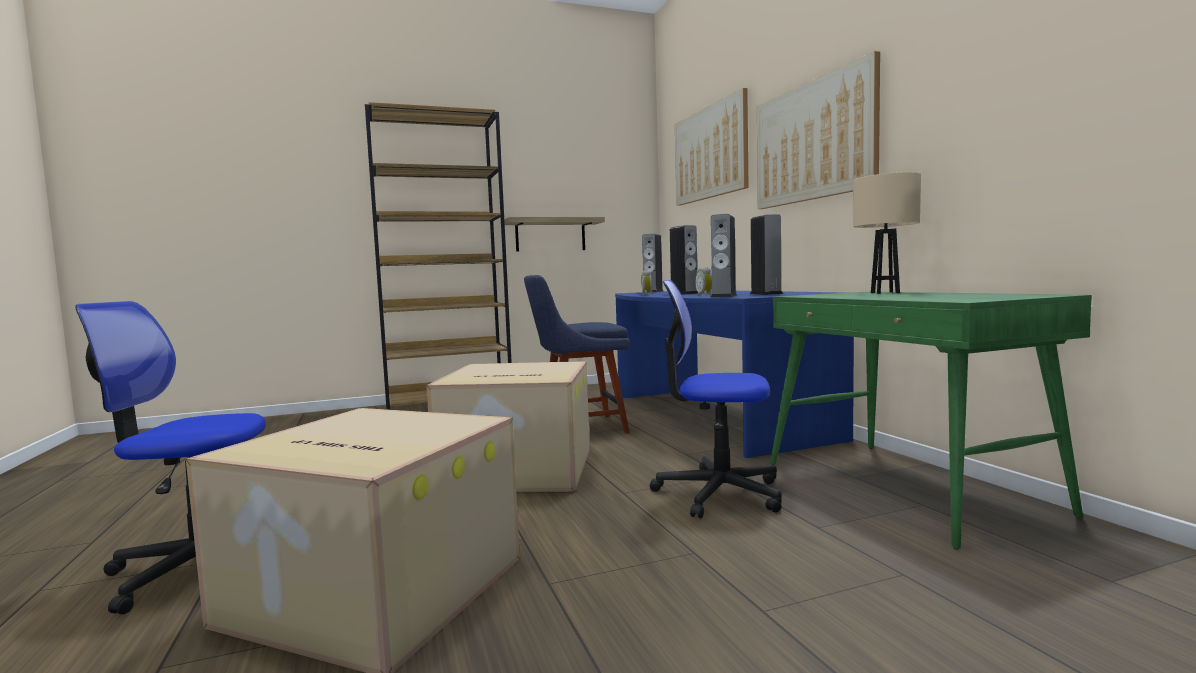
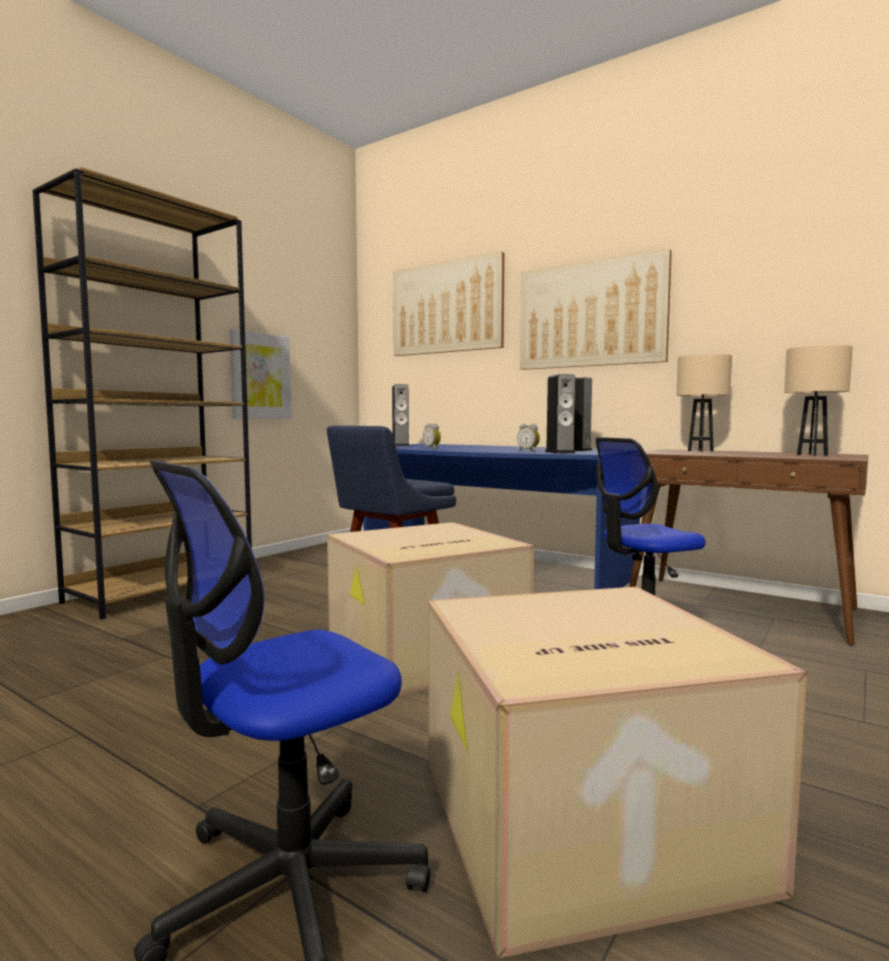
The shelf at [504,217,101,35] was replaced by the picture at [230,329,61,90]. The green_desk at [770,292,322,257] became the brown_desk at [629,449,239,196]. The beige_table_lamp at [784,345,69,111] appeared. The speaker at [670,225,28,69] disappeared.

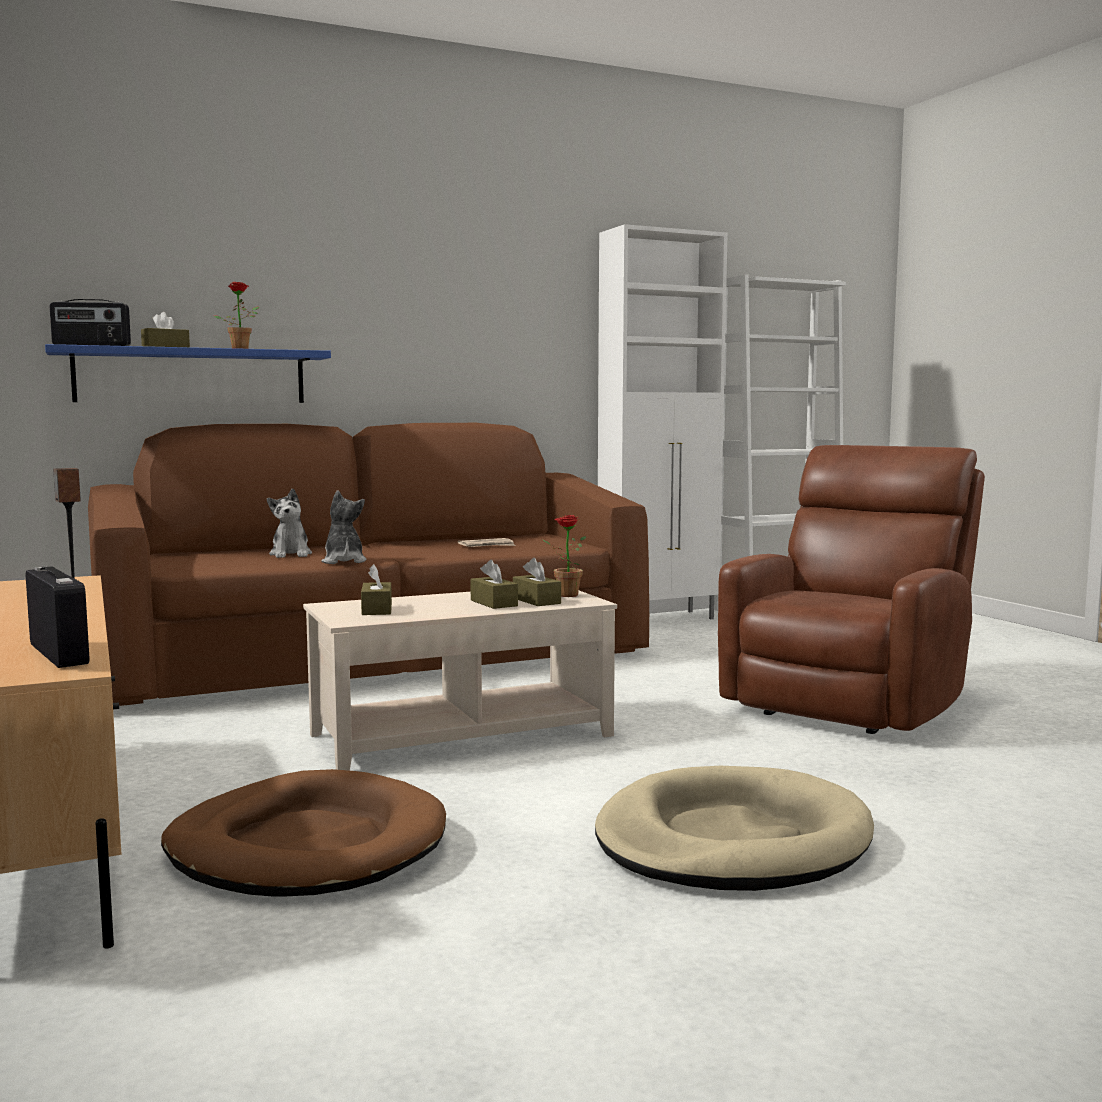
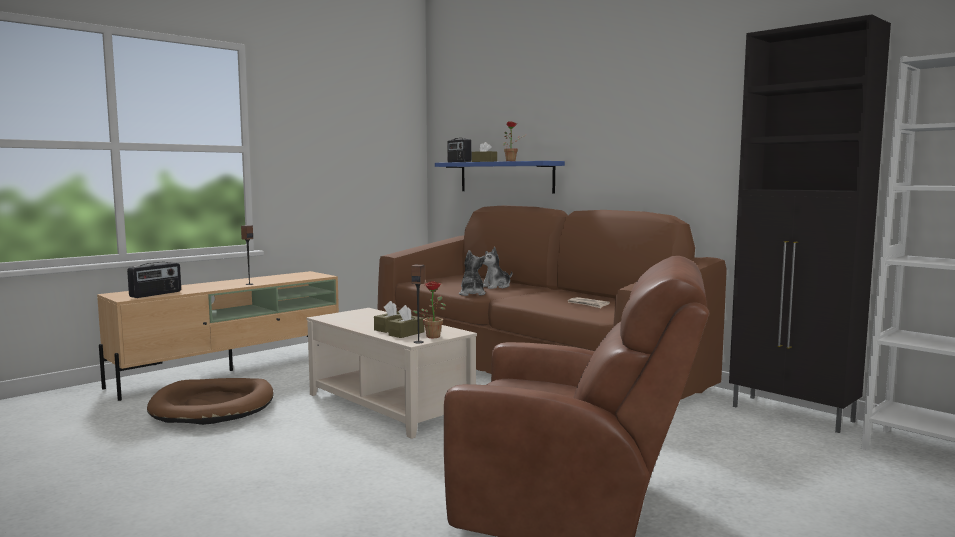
The speaker at [411,265,14,79] appeared. The plush_toy at [321,490,46,74] turned 60 degrees counterclockwise. The white_cabinet at [598,224,130,395] became the black_cabinet at [729,15,162,418]. The brown_tissue_box at [361,564,31,51] disappeared. The beige_dog_bed at [595,766,279,125] disappeared.

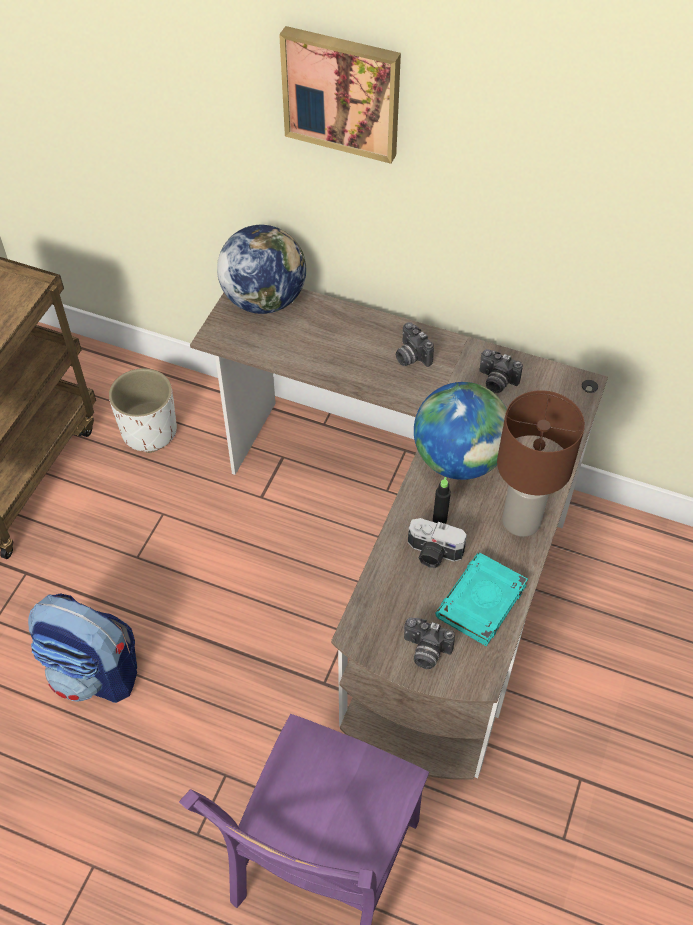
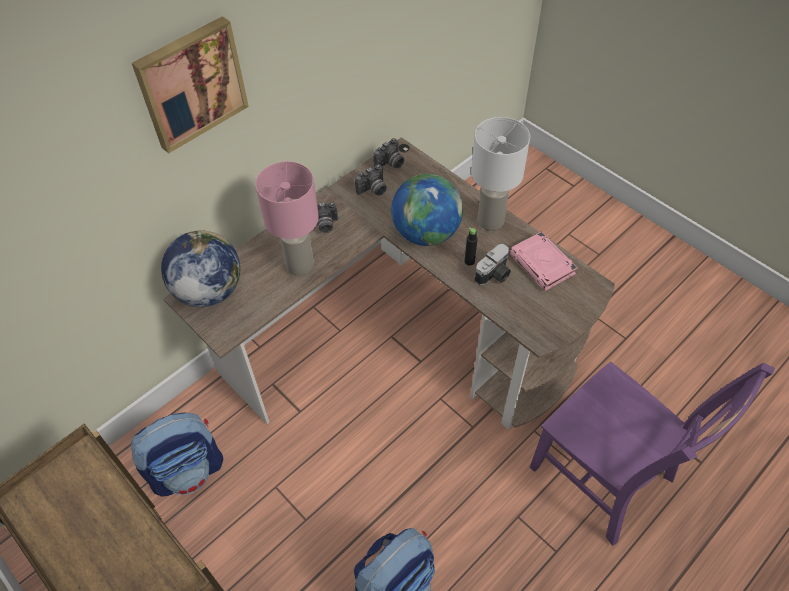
The white_planter at [109,368,68,85] was replaced by the backpack at [131,412,92,84]. The pink_table_lamp at [255,161,64,115] appeared. The photo_camera moved from [404,618,51,51] to [373,138,31,30]. The brown_table_lamp at [497,390,88,147] became the white_table_lamp at [471,117,59,114]. The turquoise_book at [435,553,93,94] became the pink_book at [509,232,69,59].

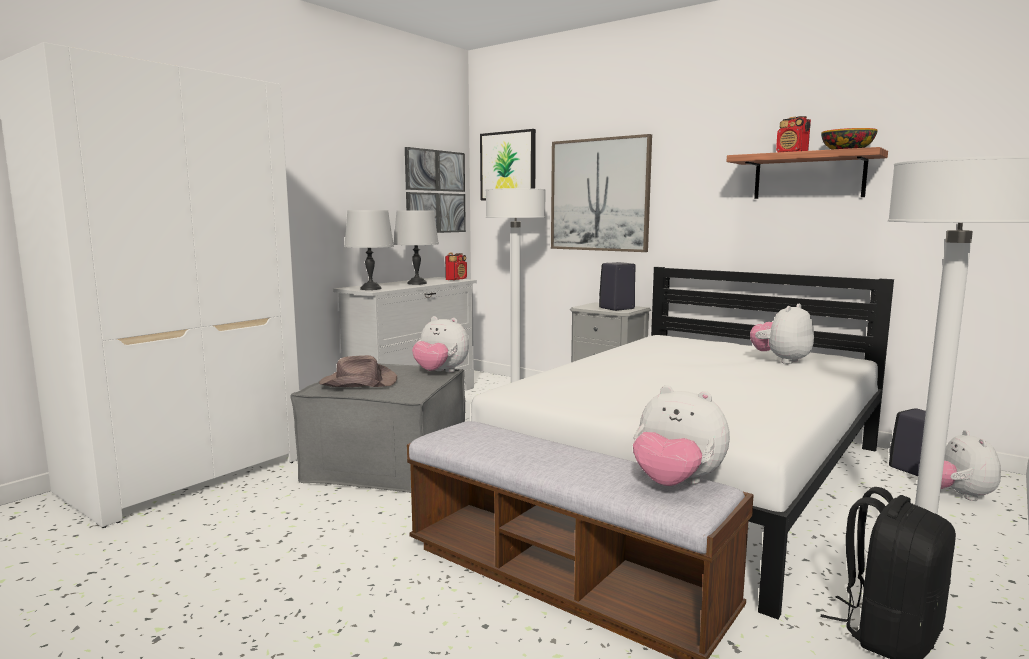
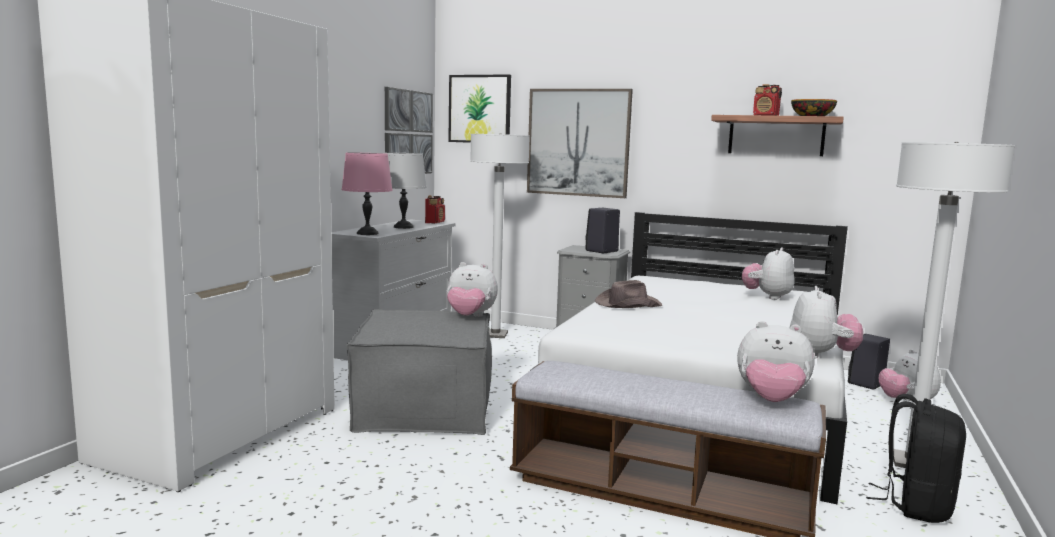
The grey_table_lamp at [344,210,50,80] became the pink_table_lamp at [342,152,51,83]. The brown_hat moved from [319,355,78,32] to [595,280,67,28]. The plush_toy at [790,286,73,73] appeared.

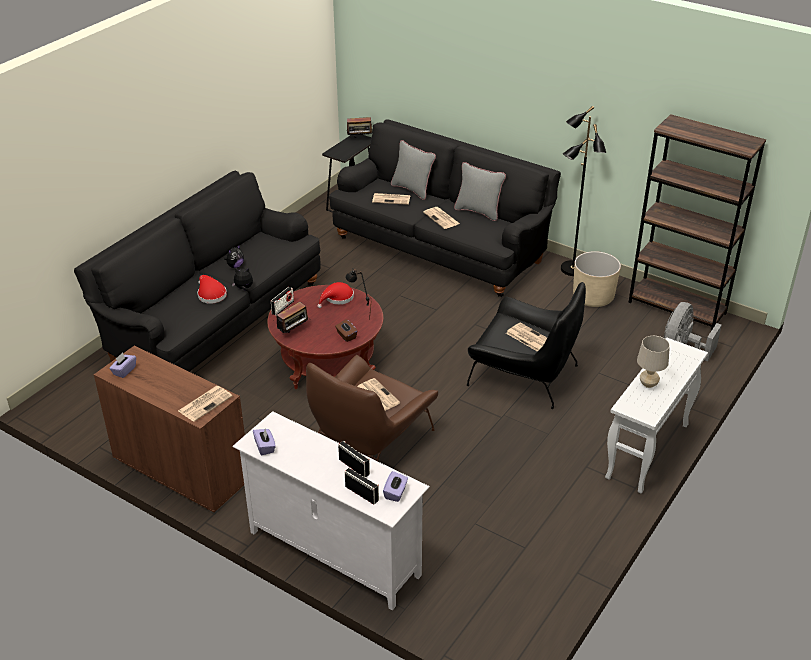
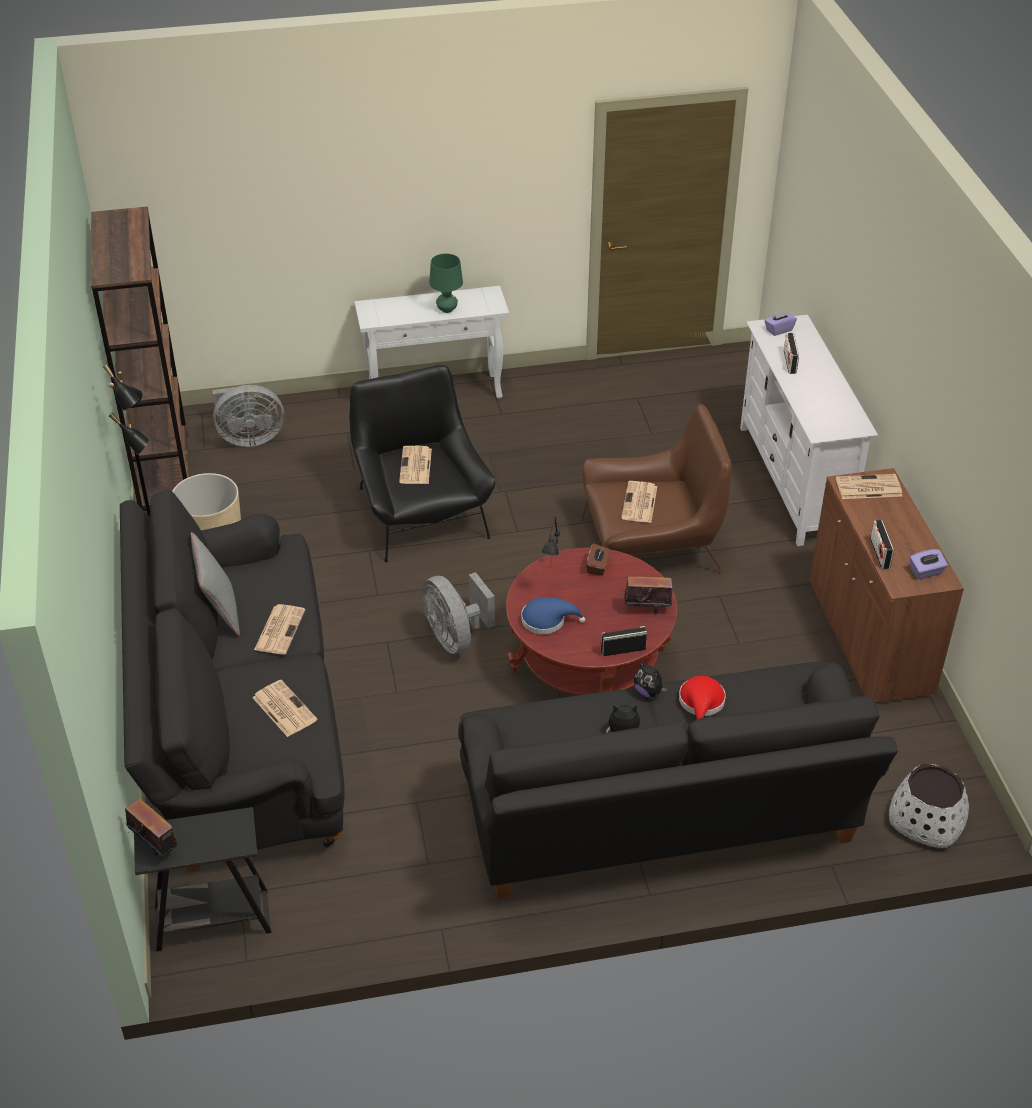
The grey_fan at [423,572,72,82] appeared. The beige_table_lamp at [637,336,33,52] became the green_table_lamp at [429,254,34,59]. The red_hat at [317,282,37,26] became the blue_hat at [521,597,65,37]. The radio moved from [345,467,34,37] to [870,520,24,49]. The white_planter at [889,763,80,85] appeared. The purple_tissue_box at [253,429,23,26] disappeared. The grey_pillow at [391,140,45,60] disappeared.

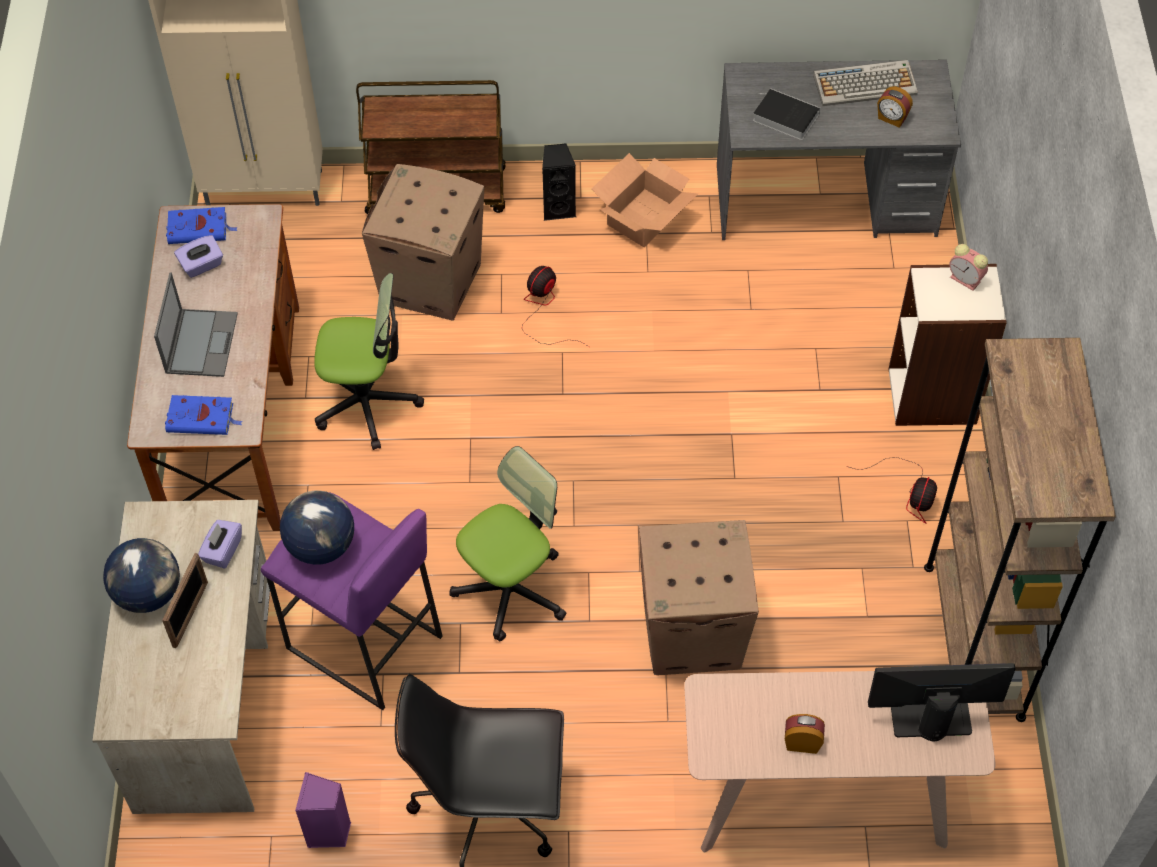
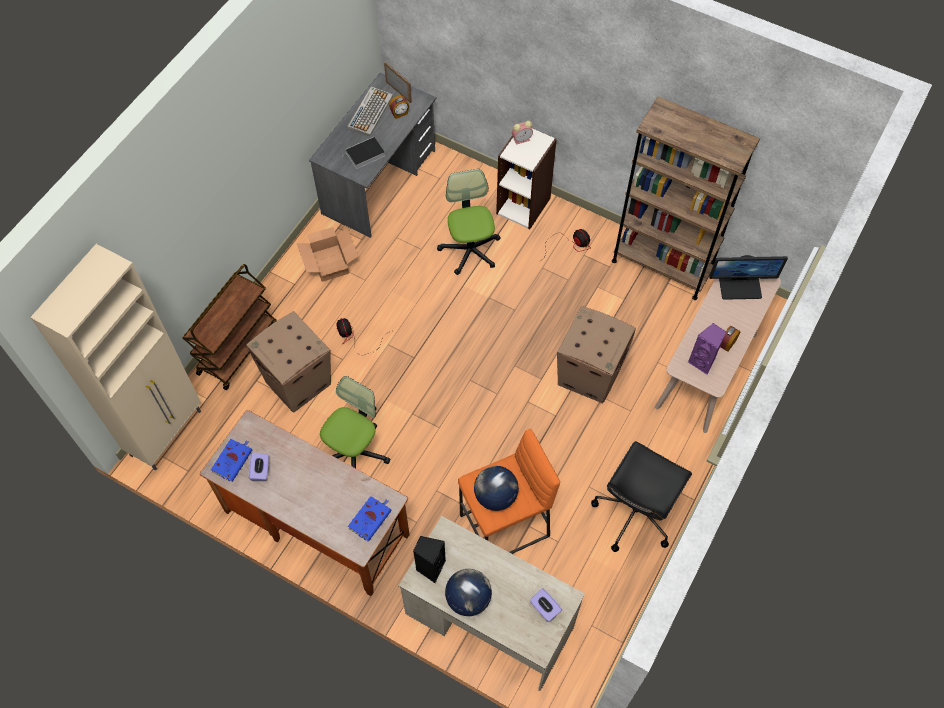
The picture_frame moved from [162,553,46,95] to [384,62,28,41]. The black_speaker moved from [542,143,34,78] to [413,536,33,47]. The office_chair moved from [449,446,118,196] to [437,169,64,106]. The purple_stool at [261,492,182,218] became the orange_stool at [458,429,102,125]. The purple_tissue_box moved from [198,520,44,48] to [530,588,32,34]. The purple_speaker moved from [295,772,56,76] to [688,323,38,52]. The monitor at [868,663,148,78] turned 120 degrees counterclockwise. The laptop at [154,273,84,104] disappeared.

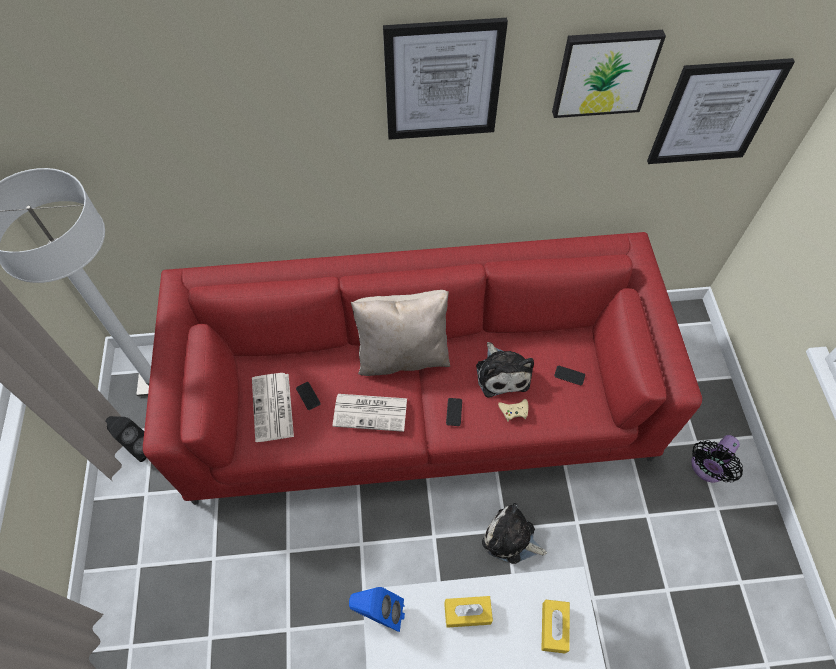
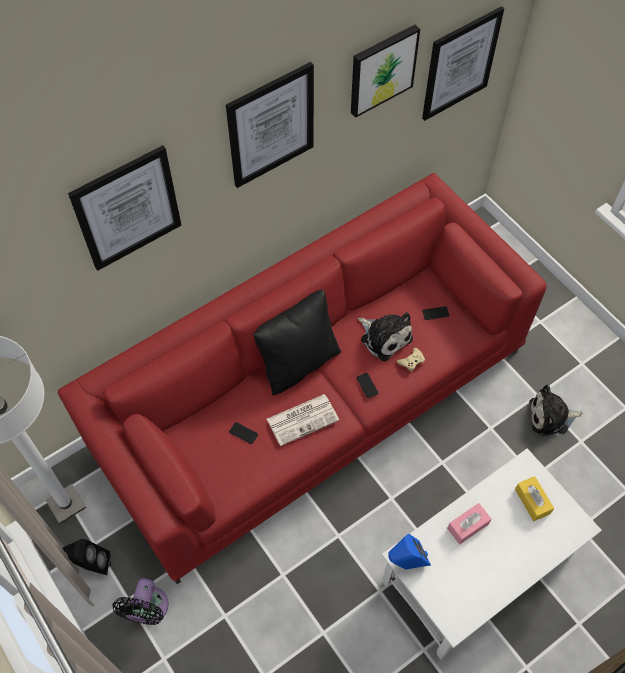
The picture at [68,145,113,126] appeared. The black_fan moved from [692,435,51,47] to [112,578,57,47]. The beige_pillow at [351,290,99,86] became the black_pillow at [253,289,88,106]. The yellow_tissue_box at [444,596,49,32] became the pink_tissue_box at [447,503,44,41]. The plush_toy moved from [482,503,65,61] to [529,385,53,51]. The newspaper at [252,373,42,69] disappeared.

